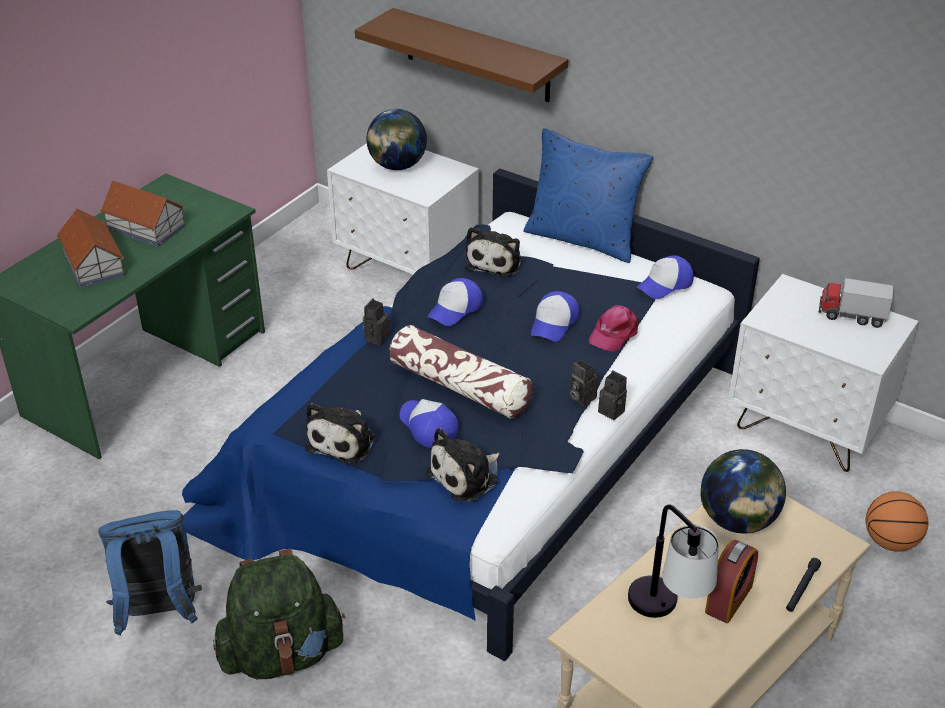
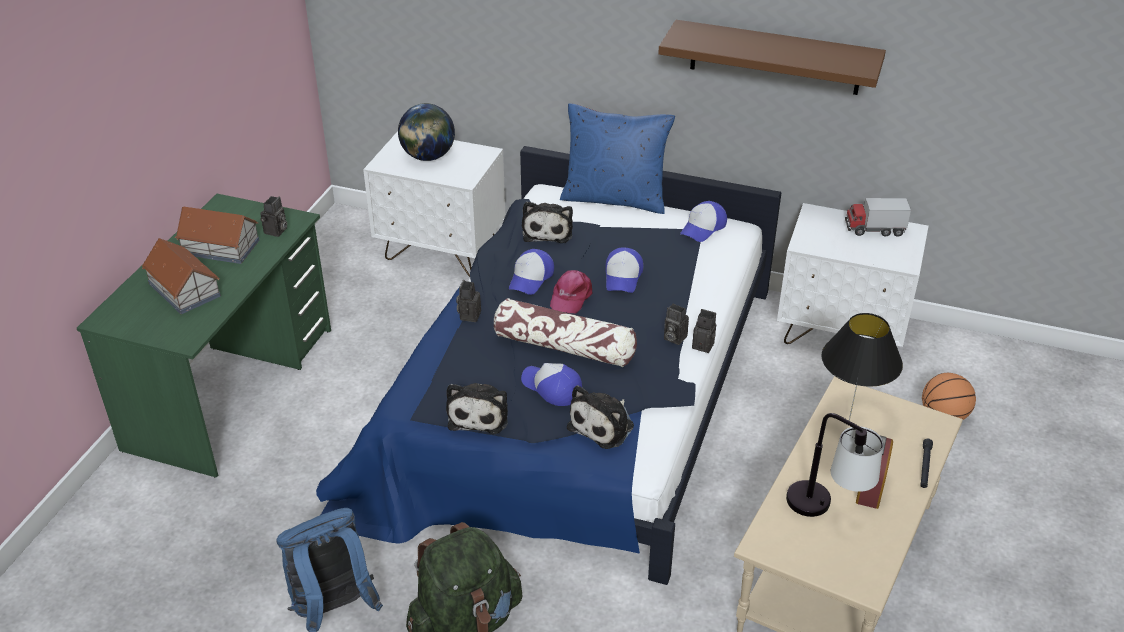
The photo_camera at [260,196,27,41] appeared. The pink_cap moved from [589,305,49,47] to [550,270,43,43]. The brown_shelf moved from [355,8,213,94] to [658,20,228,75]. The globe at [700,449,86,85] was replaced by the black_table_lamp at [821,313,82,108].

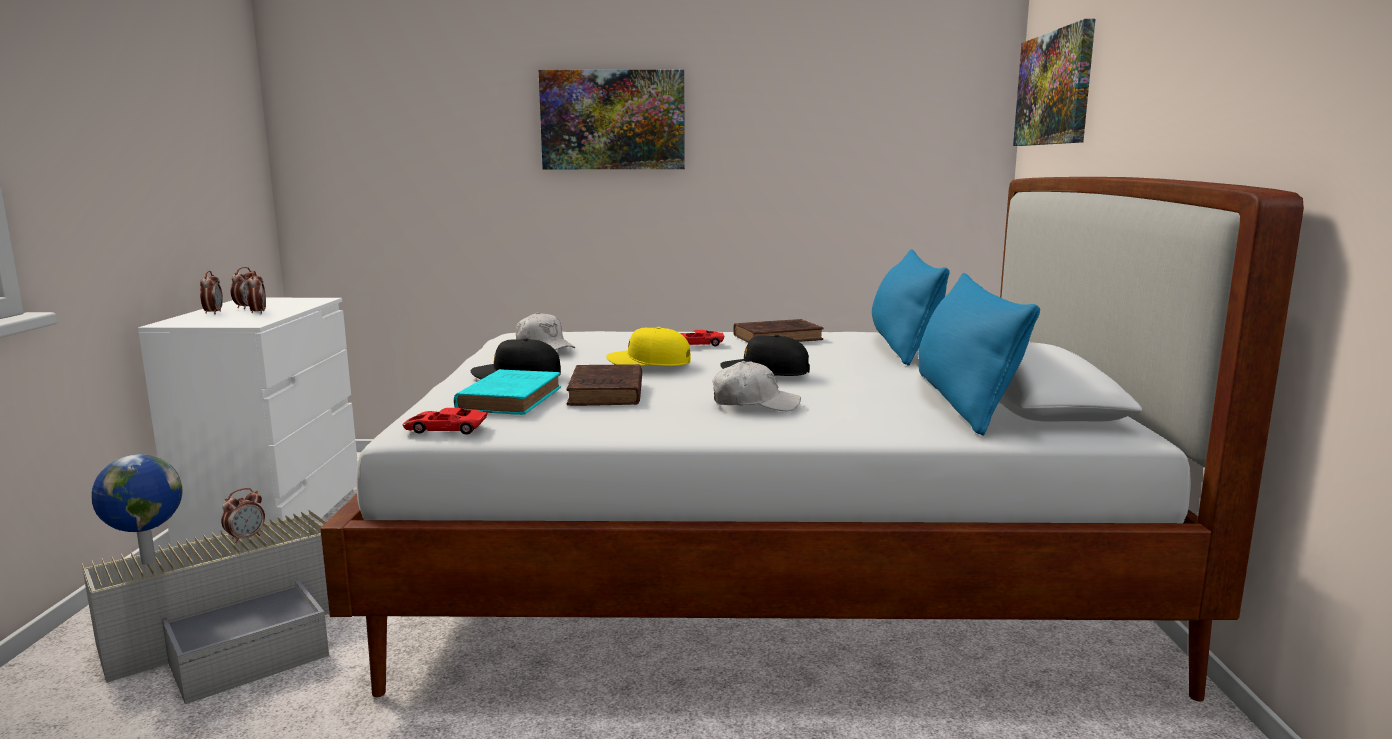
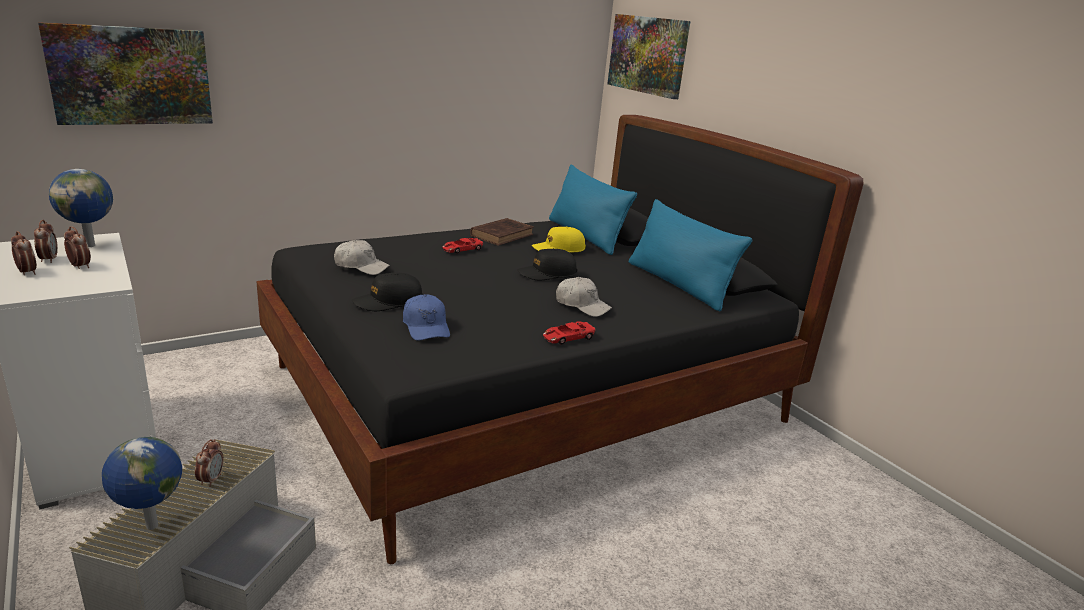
The picture moved from [539,70,146,99] to [38,22,175,103]. The globe at [49,169,64,78] appeared. The white_bed at [320,177,984,525] became the black_bed at [256,115,607,449]. The turquoise_book at [454,369,107,46] was replaced by the blue_cap at [403,294,47,46]. The yellow_cap moved from [606,327,85,39] to [532,227,54,26]. The red_toy_car moved from [403,408,85,27] to [543,321,53,24]. The white_cap at [712,361,89,50] turned 60 degrees clockwise. The brown_book at [566,364,76,42] disappeared.

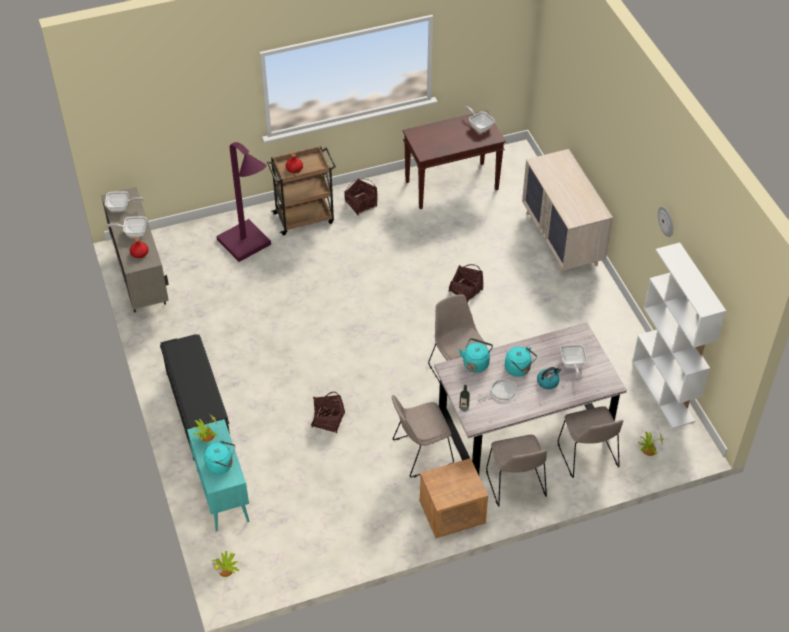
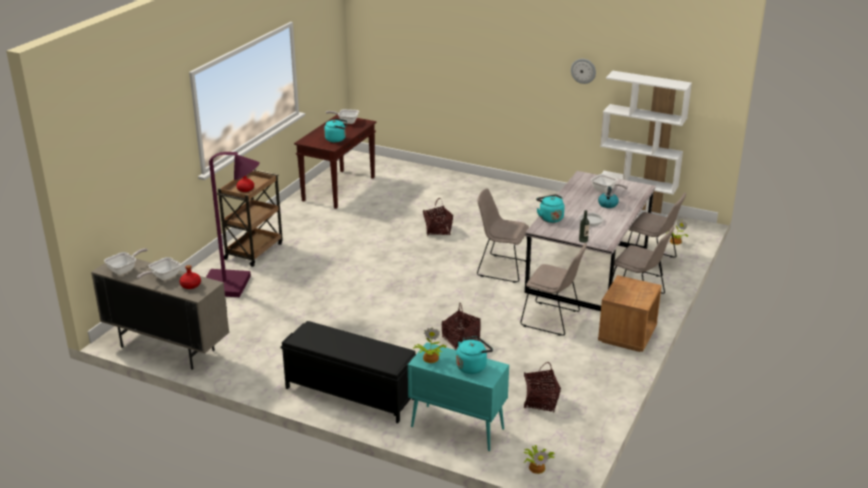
The turquoise_kettle moved from [505,347,32,30] to [324,118,23,24]. The beige_chair at [392,395,62,83] turned 90 degrees counterclockwise. The basket moved from [345,178,32,38] to [524,362,37,51]. The beige_dresser at [522,149,91,126] disappeared.

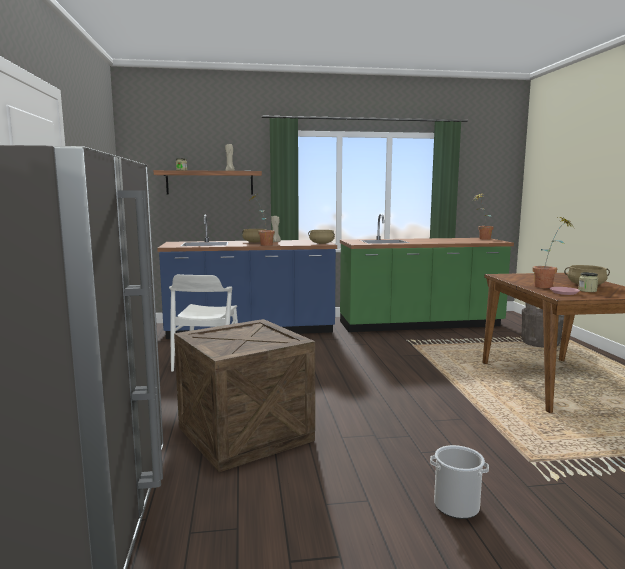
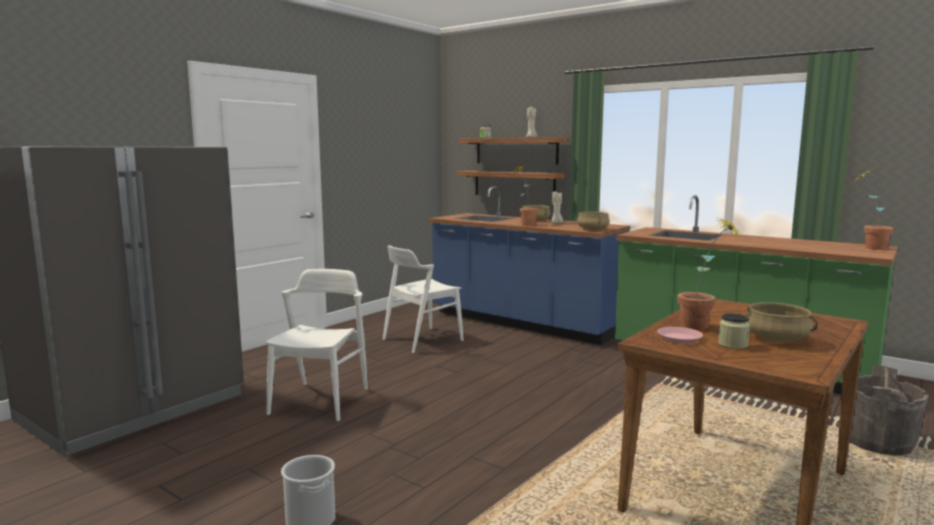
The crate at [174,319,141,153] was replaced by the white_chair at [266,269,102,152]. The shelf at [457,171,108,24] appeared.

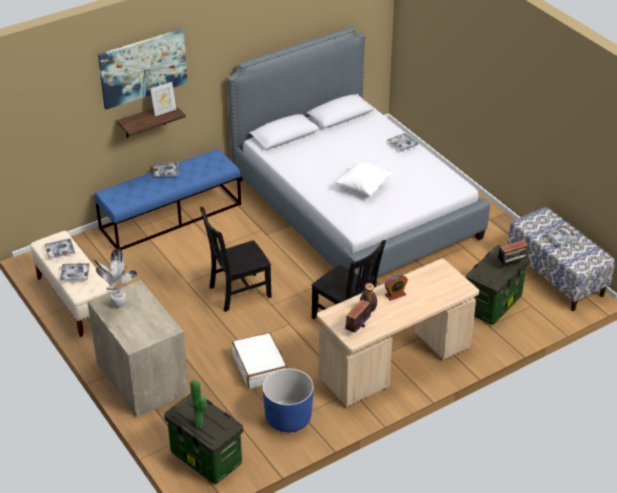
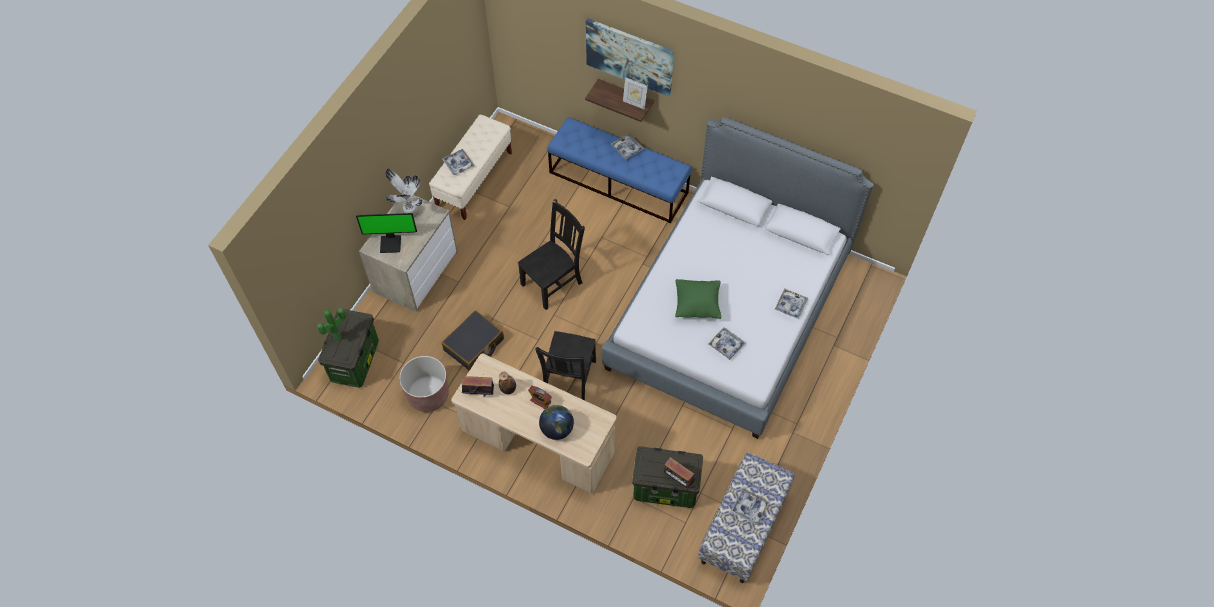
The monitor at [356,213,61,40] appeared. The blue_planter at [262,368,52,64] became the brown_planter at [399,356,50,56]. The white_suitcase at [232,332,55,57] became the black_suitcase at [442,310,62,61]. The black_chair at [200,207,72,105] turned 105 degrees clockwise. The globe at [539,405,35,35] appeared. The white_pillow at [336,161,56,35] became the green_pillow at [675,279,46,40]. The tray moved from [44,238,31,21] to [708,327,38,33].

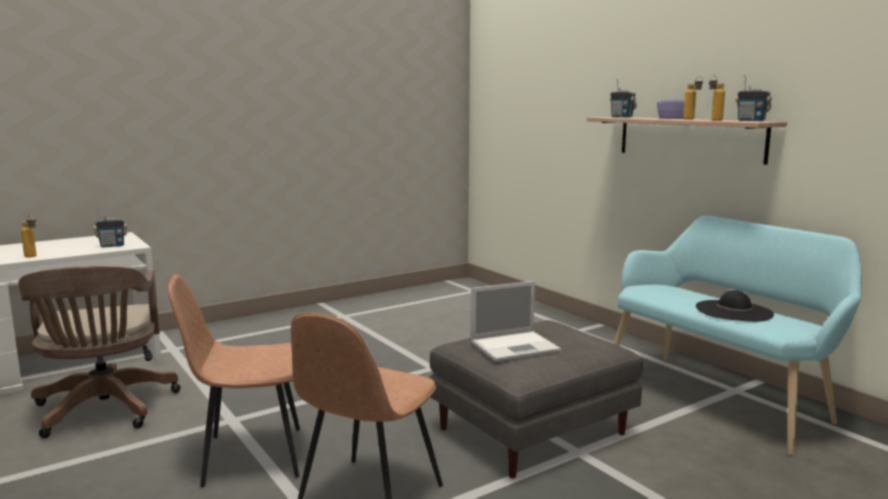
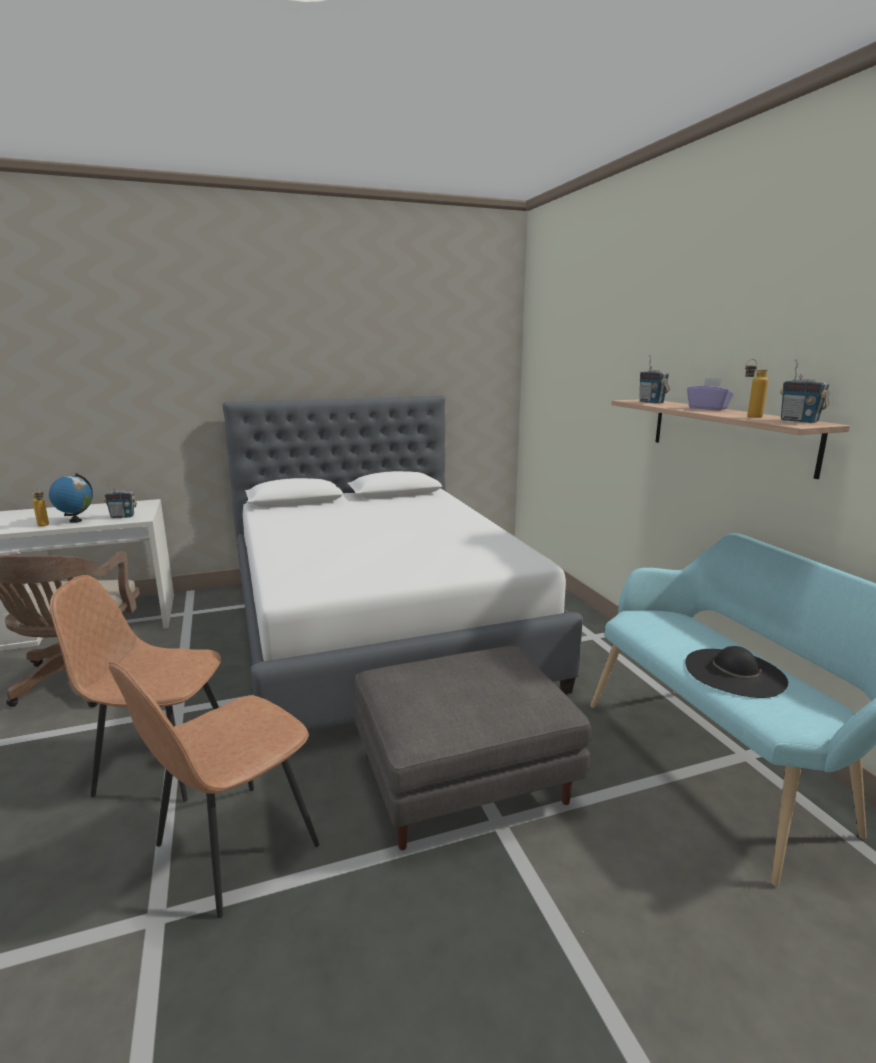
The globe at [49,473,44,50] appeared. The white_bed at [223,396,360,335] appeared. The laptop at [471,281,90,81] disappeared. The bottle at [683,76,20,44] disappeared.

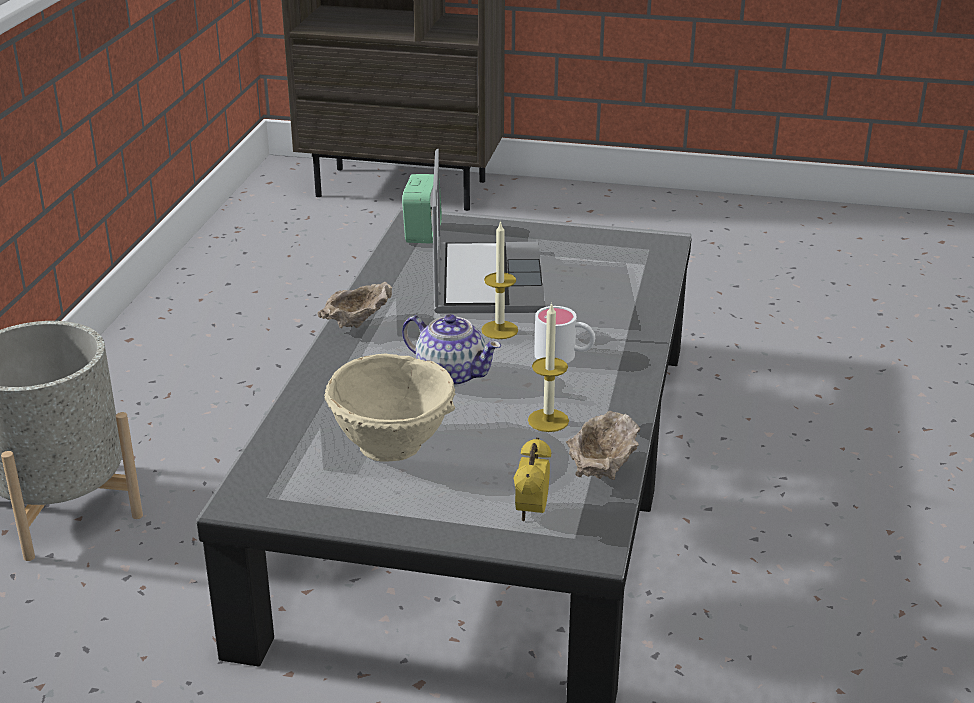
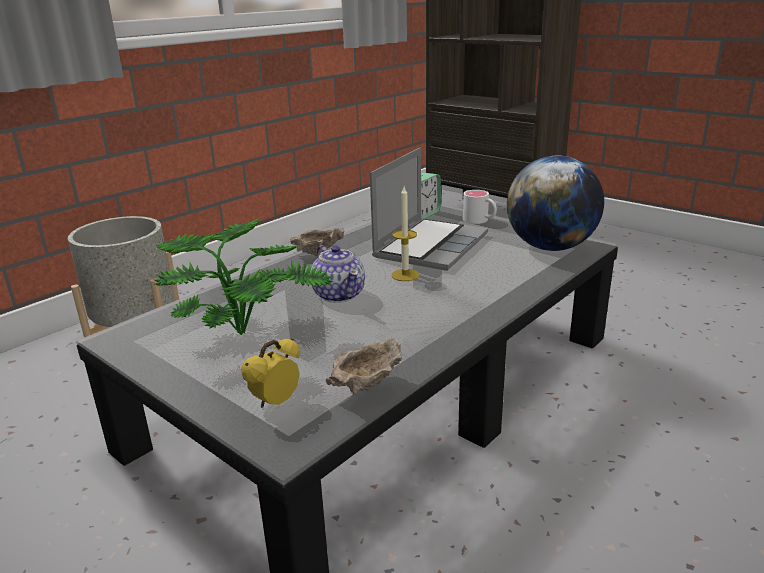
The beige_bowl at [324,354,131,108] was replaced by the potted_plant at [154,218,180,117]. The white_mug moved from [534,306,61,57] to [463,190,34,34]. The globe at [507,156,97,95] appeared. The candle at [528,302,41,130] disappeared.

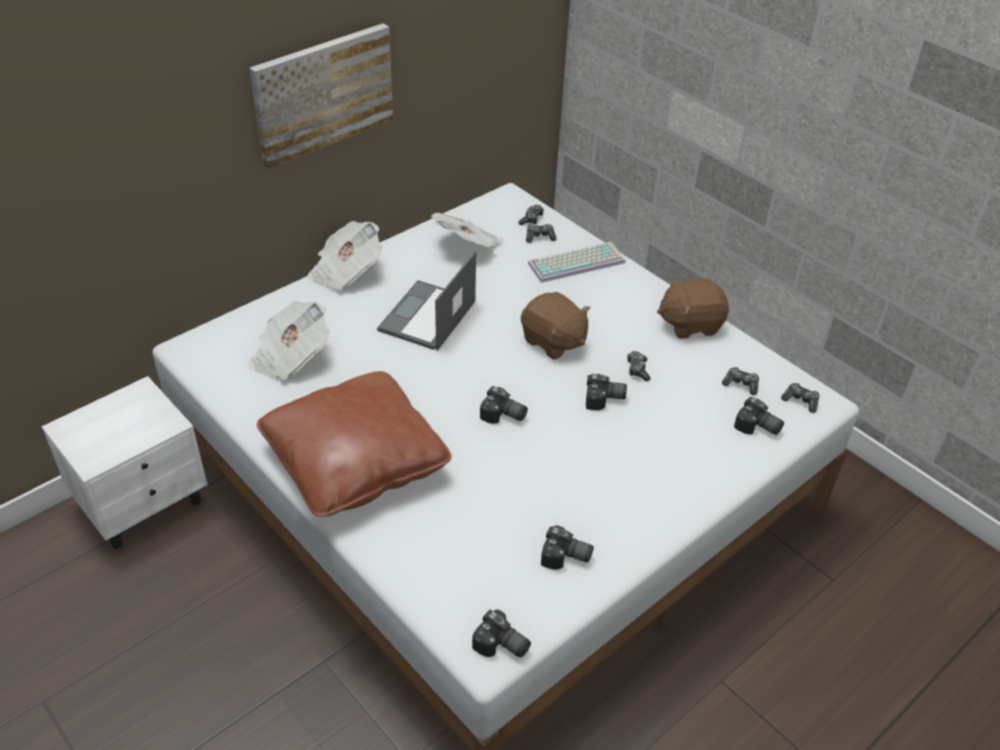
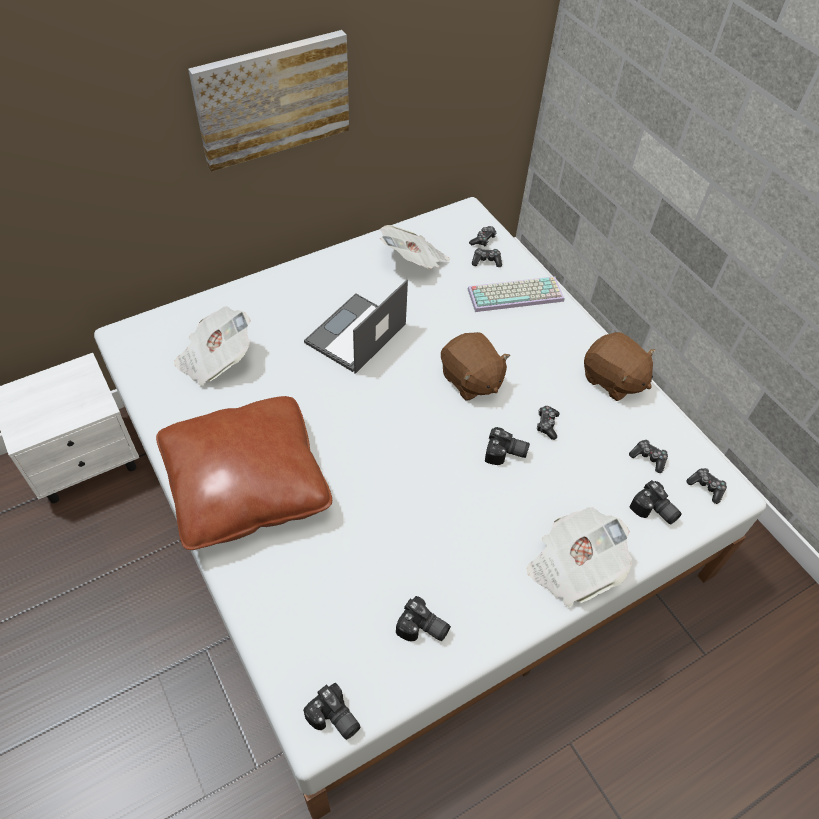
The newspaper moved from [307,221,75,70] to [527,507,105,100]. The brown_plush_toy at [657,278,72,61] turned 135 degrees counterclockwise. The photo_camera at [480,386,48,38] disappeared.

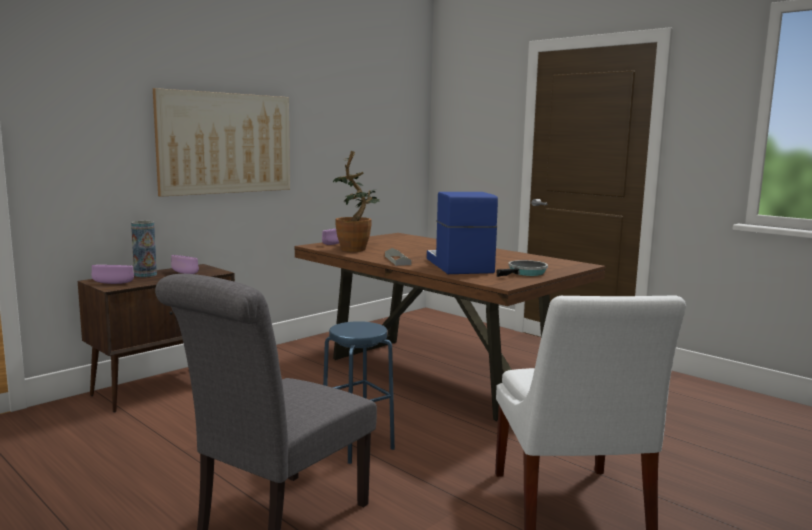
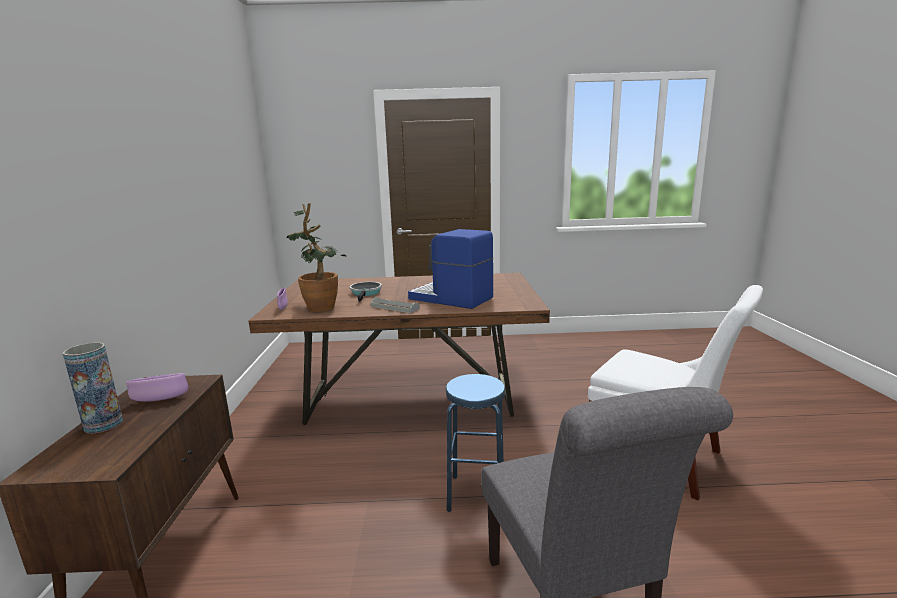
The frying_pan moved from [497,260,51,17] to [350,282,32,20]. The purple_bowl at [91,265,43,19] disappeared. The picture at [153,88,137,109] disappeared.

